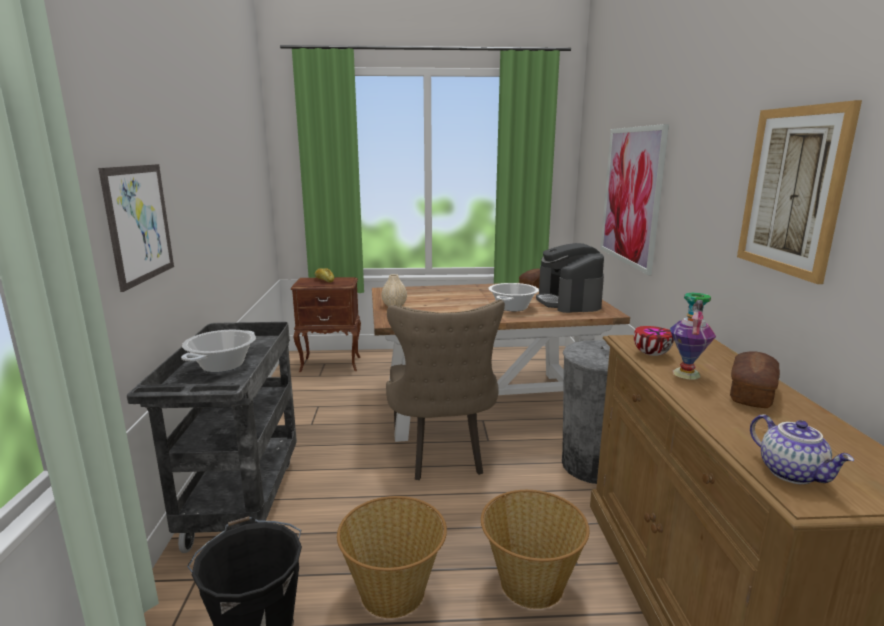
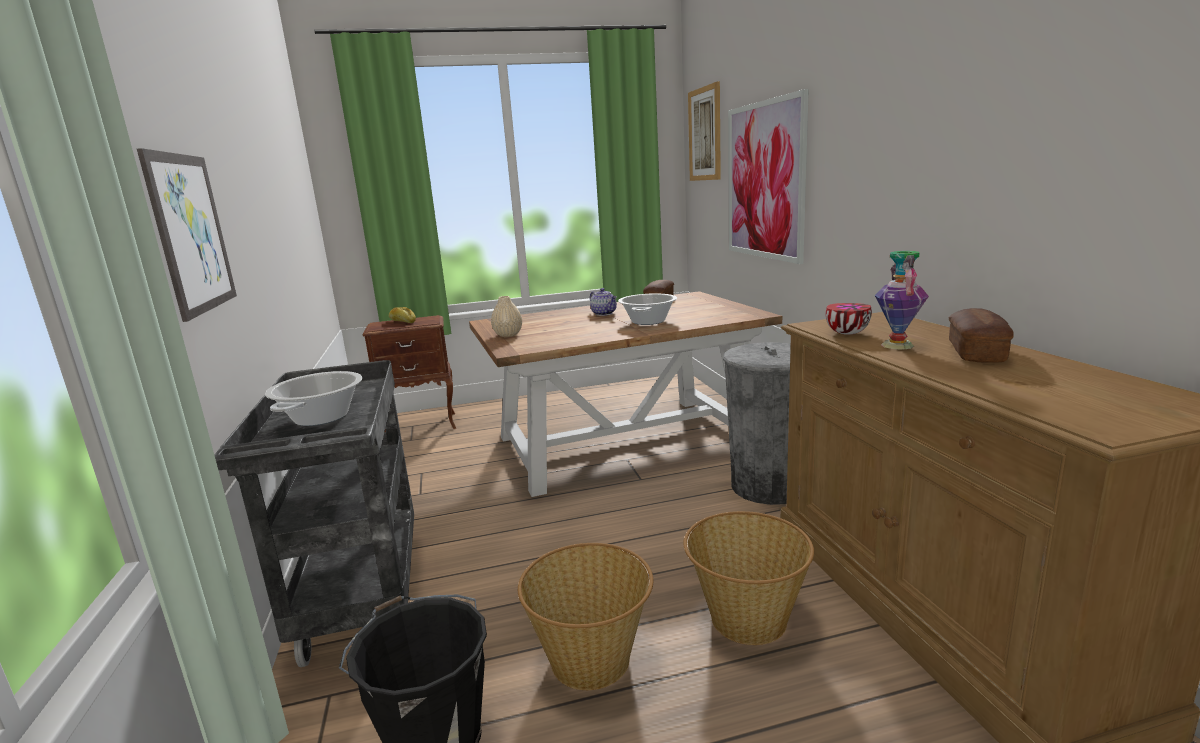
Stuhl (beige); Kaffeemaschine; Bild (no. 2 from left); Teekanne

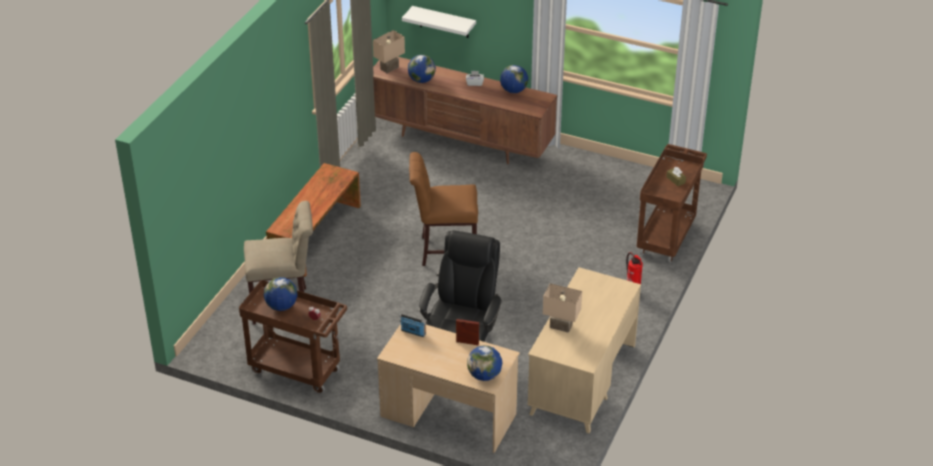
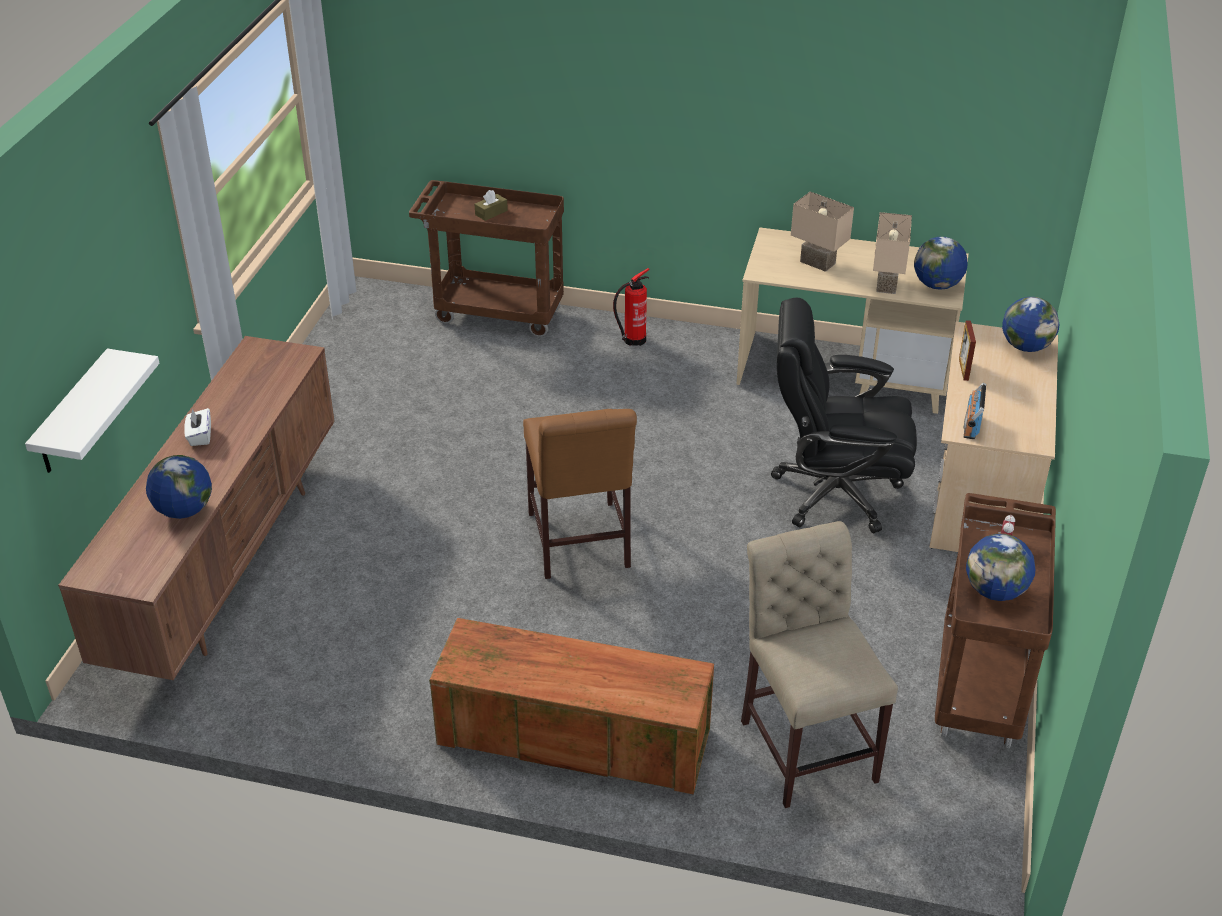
Tischlampe (beige) (no. 1 from left); Globus (no. 2 from left)

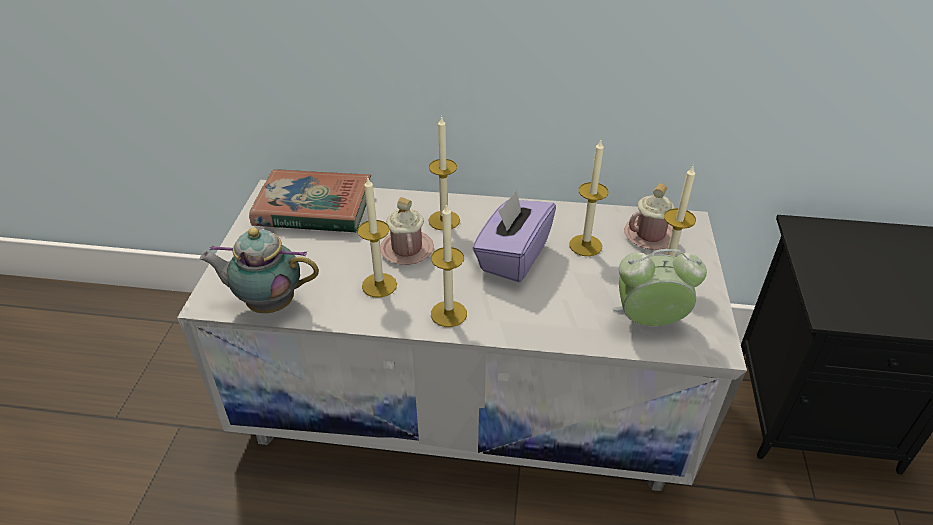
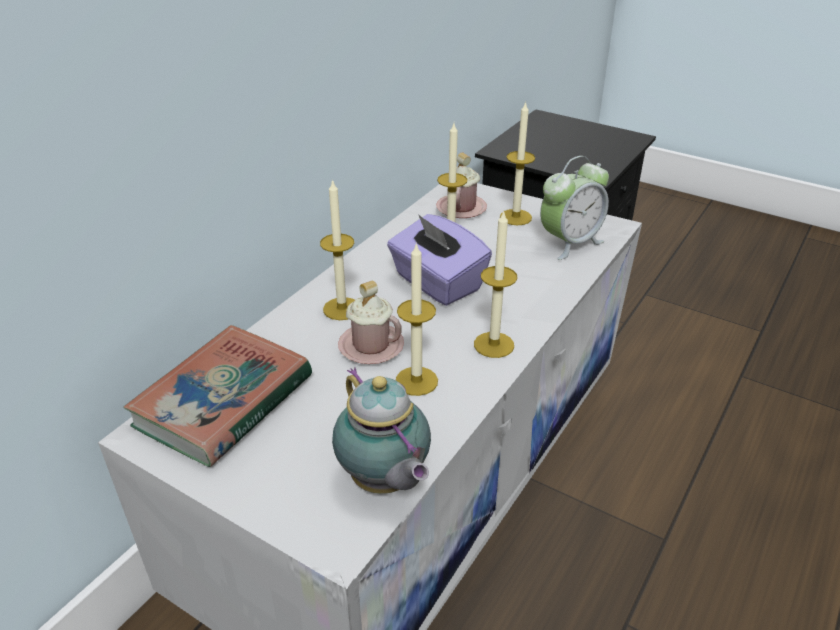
Teekanne; Wecker

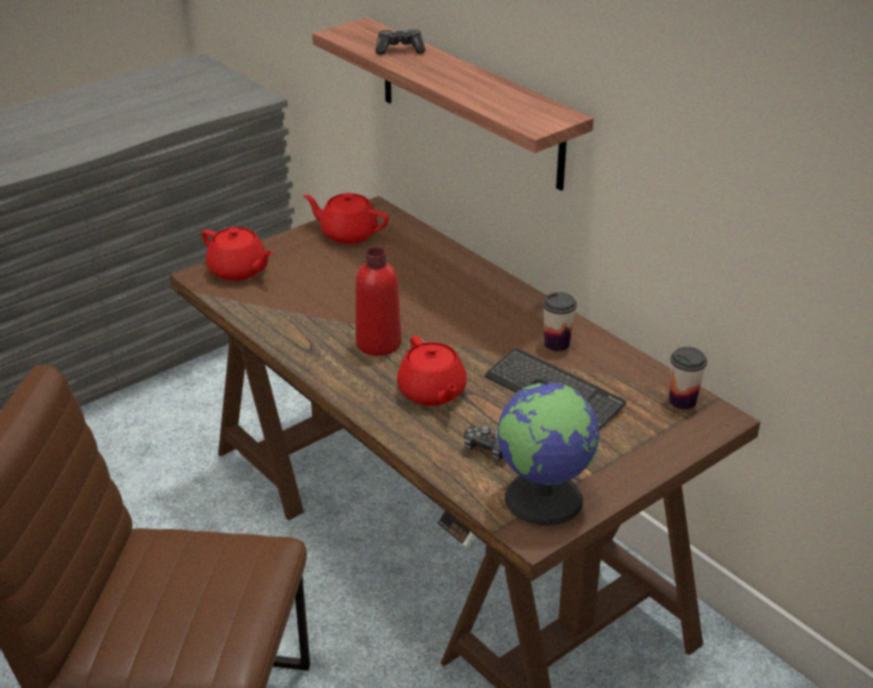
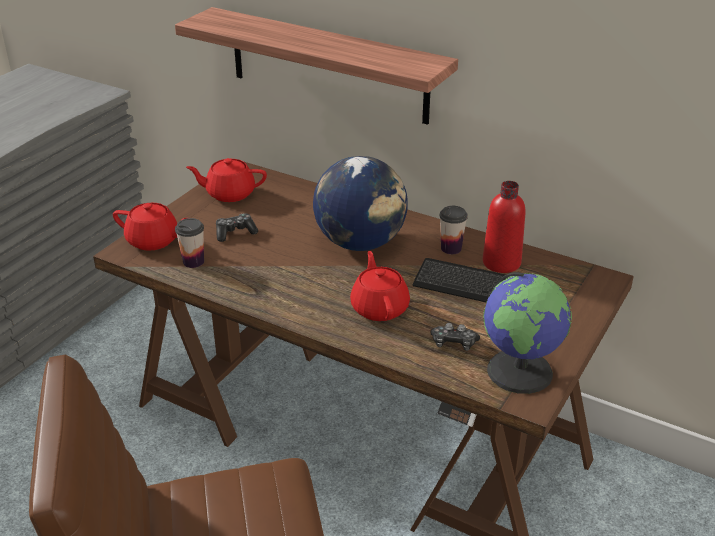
Flasche (rot); Gamepad (no. 1 from left); Teekanne (rot) (no. 3 from left); Tasse (no. 1 from left); Globus (no. 1 from left)

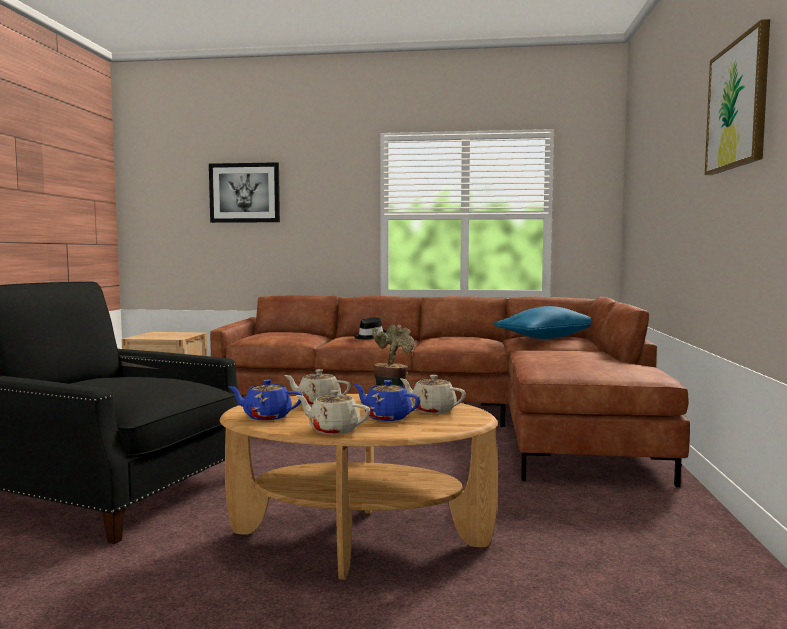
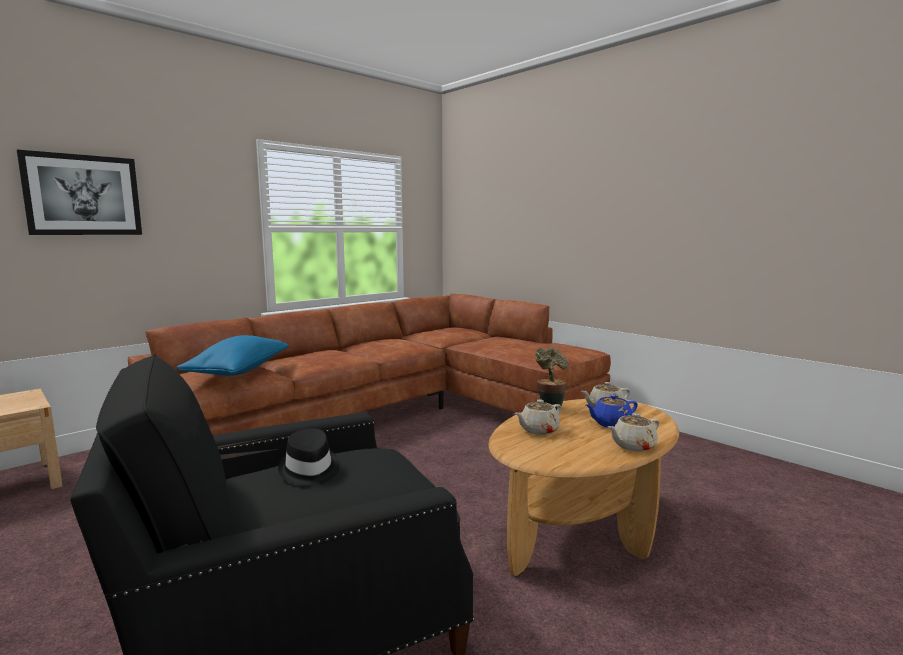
Teekanne (blau) (no. 1 from left in the first image); Hut (schwarz); Kissen (blau); Bild (no. 2 from left in the first image)

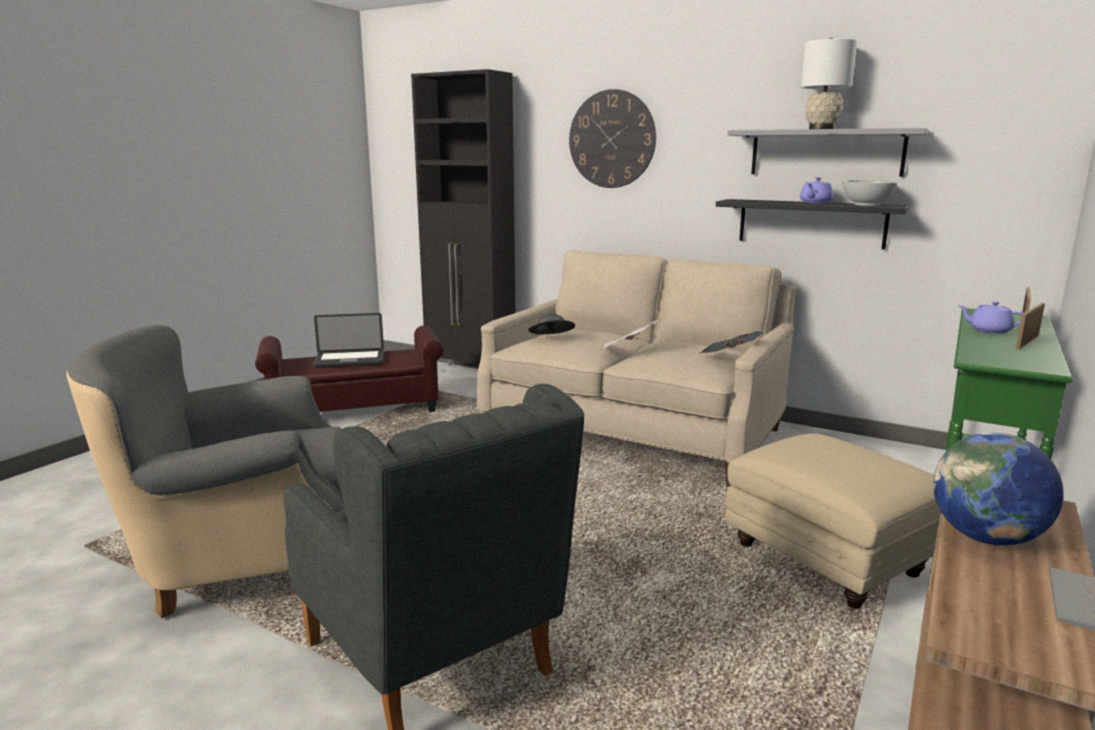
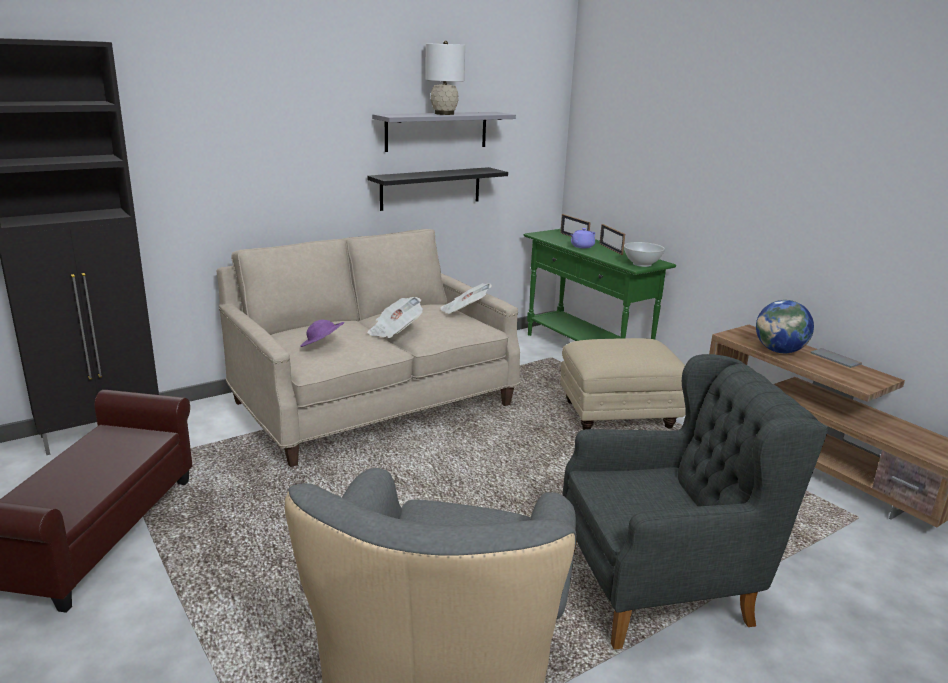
Laptop; Hut (lila); Wanduhr; Teekanne (lila) (no. 1 from left in the first image); Schüssel (weiß)

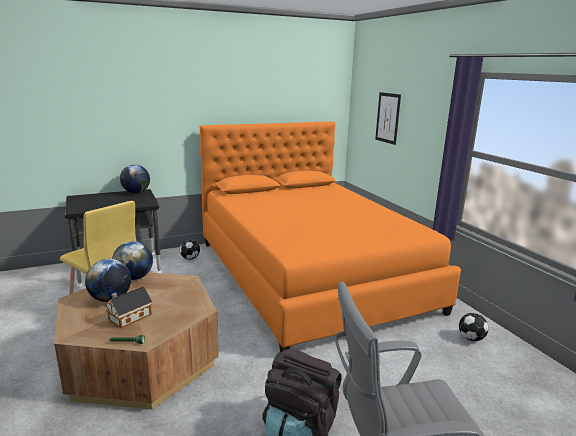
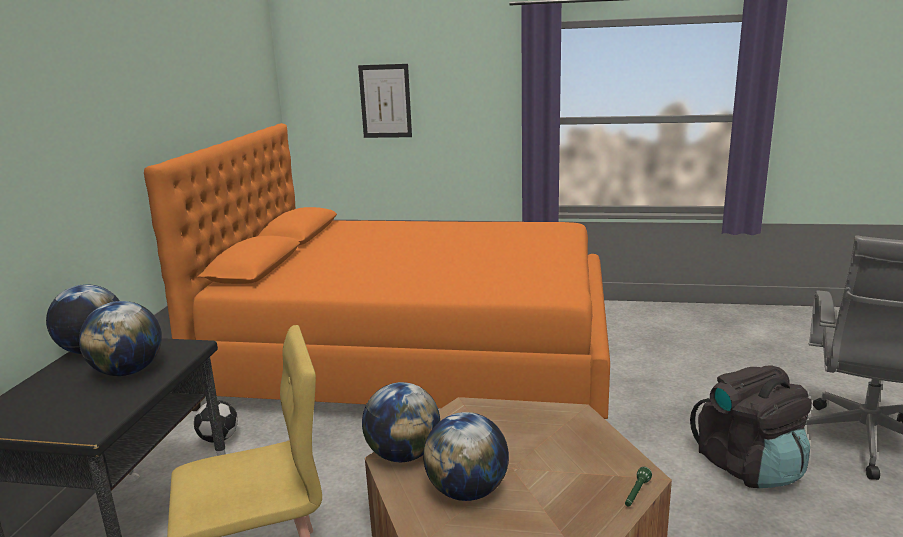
Spielzeughaus; Fußball (no. 2 from left in the first image); Globus (no. 2 from left)

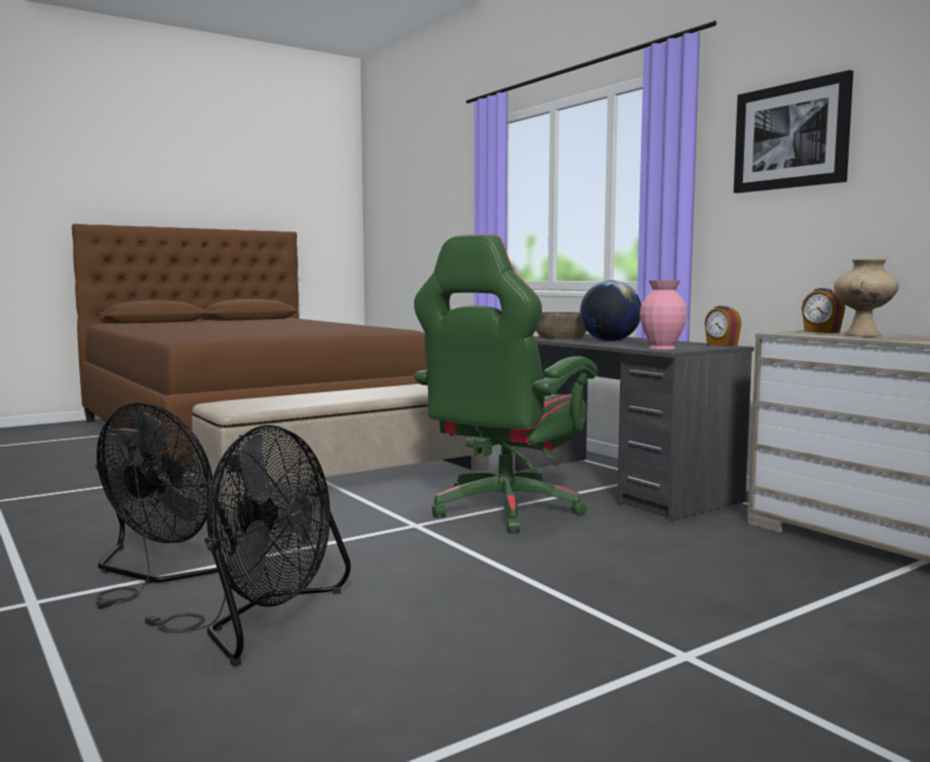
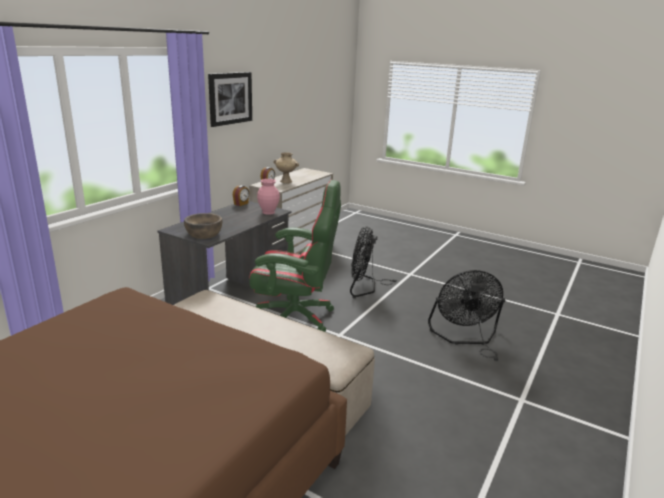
Ventilator (schwarz) (no. 1 from left); Globus

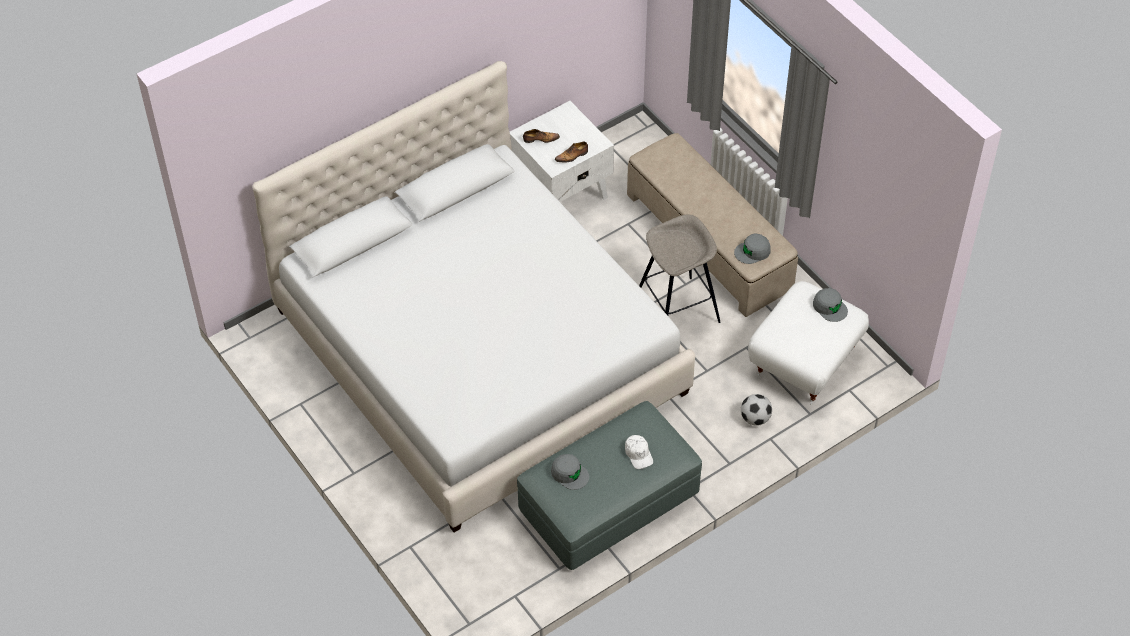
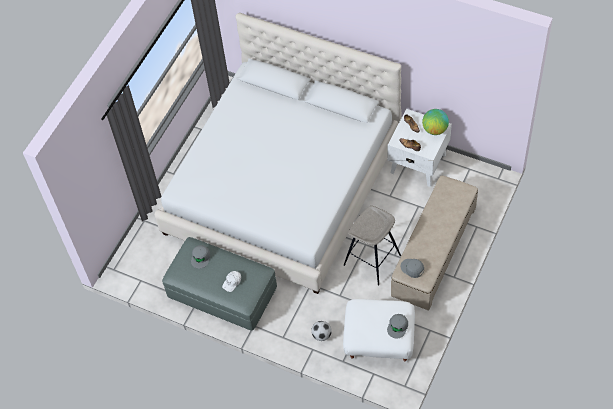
Globus

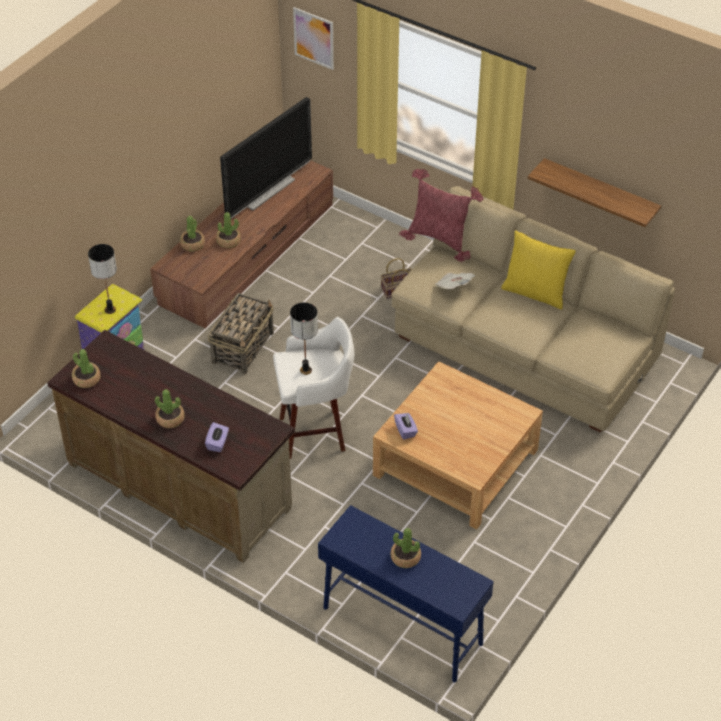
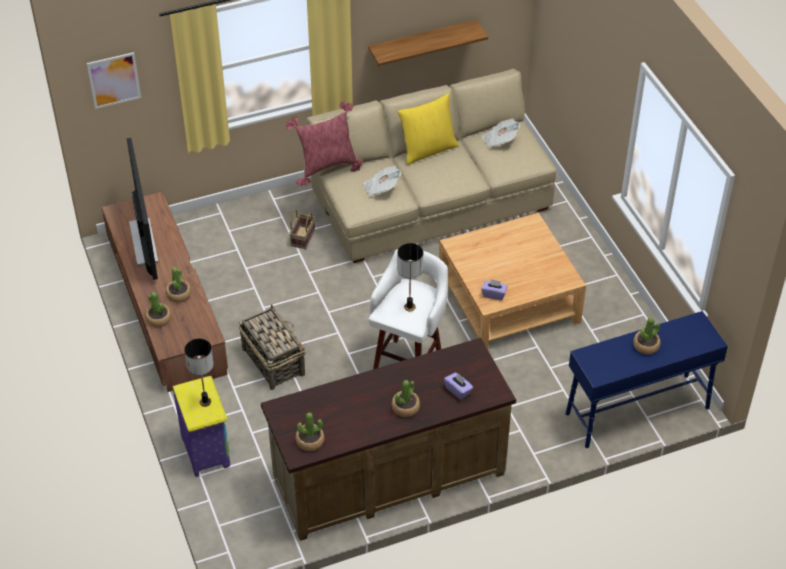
Zeitung (no. 2 from left)

